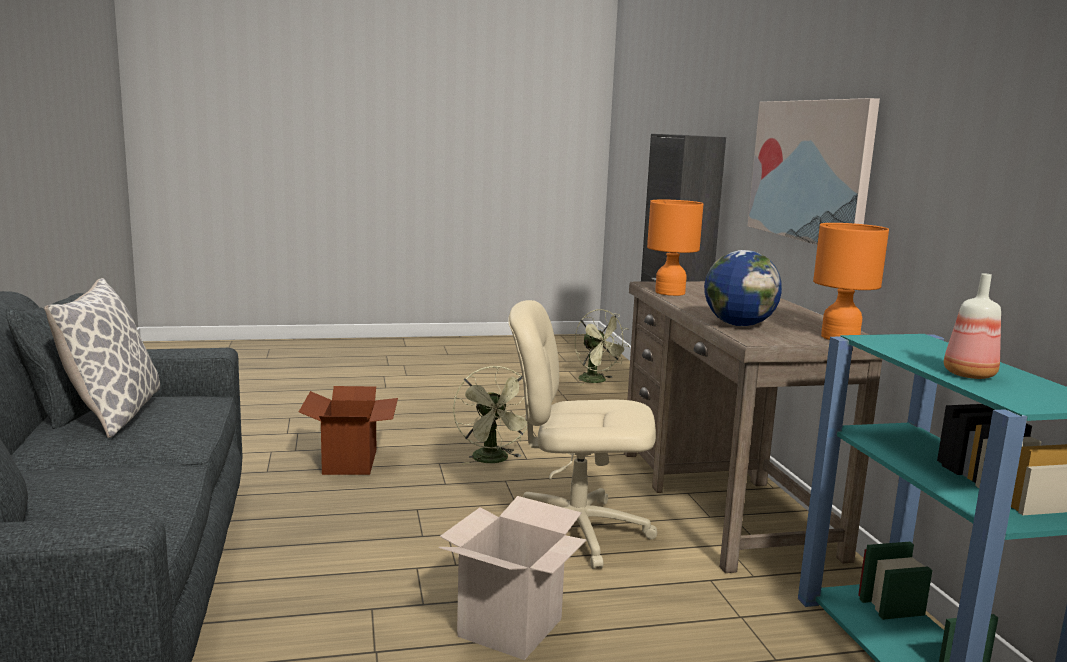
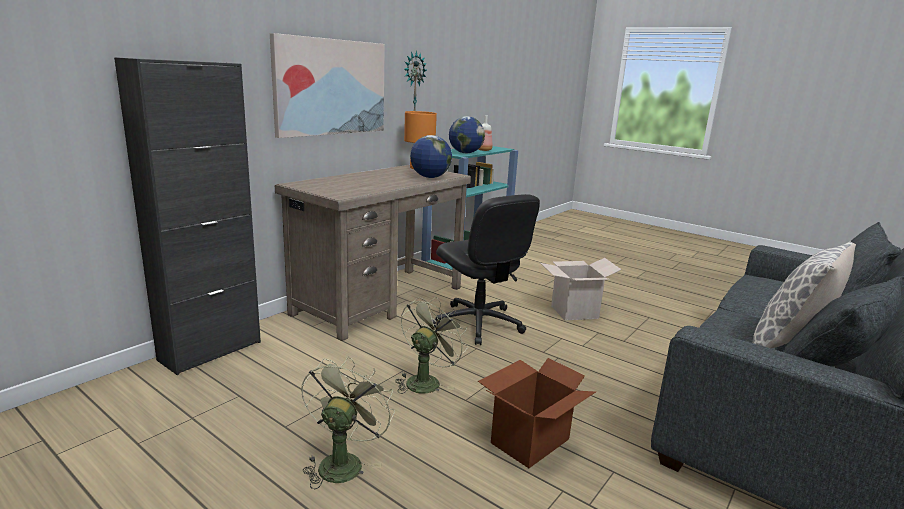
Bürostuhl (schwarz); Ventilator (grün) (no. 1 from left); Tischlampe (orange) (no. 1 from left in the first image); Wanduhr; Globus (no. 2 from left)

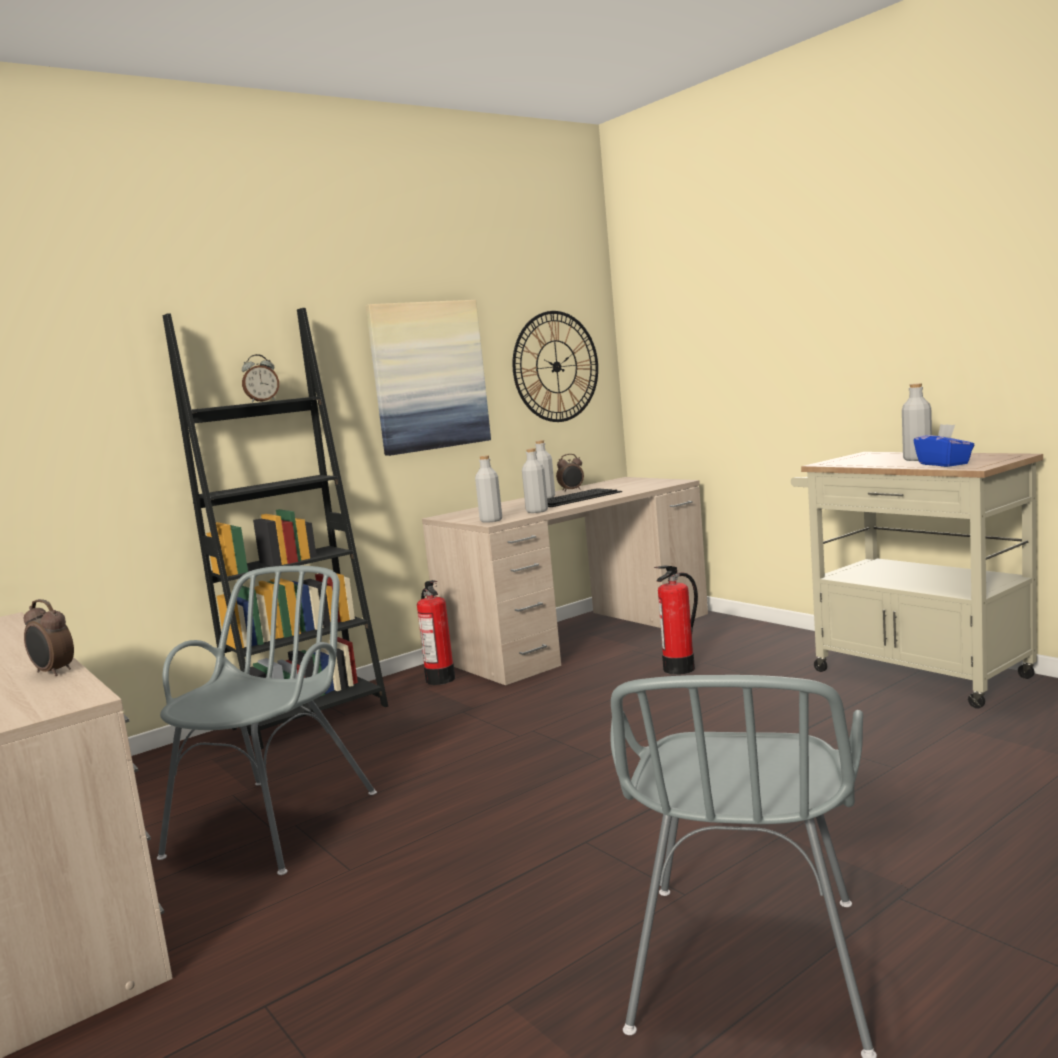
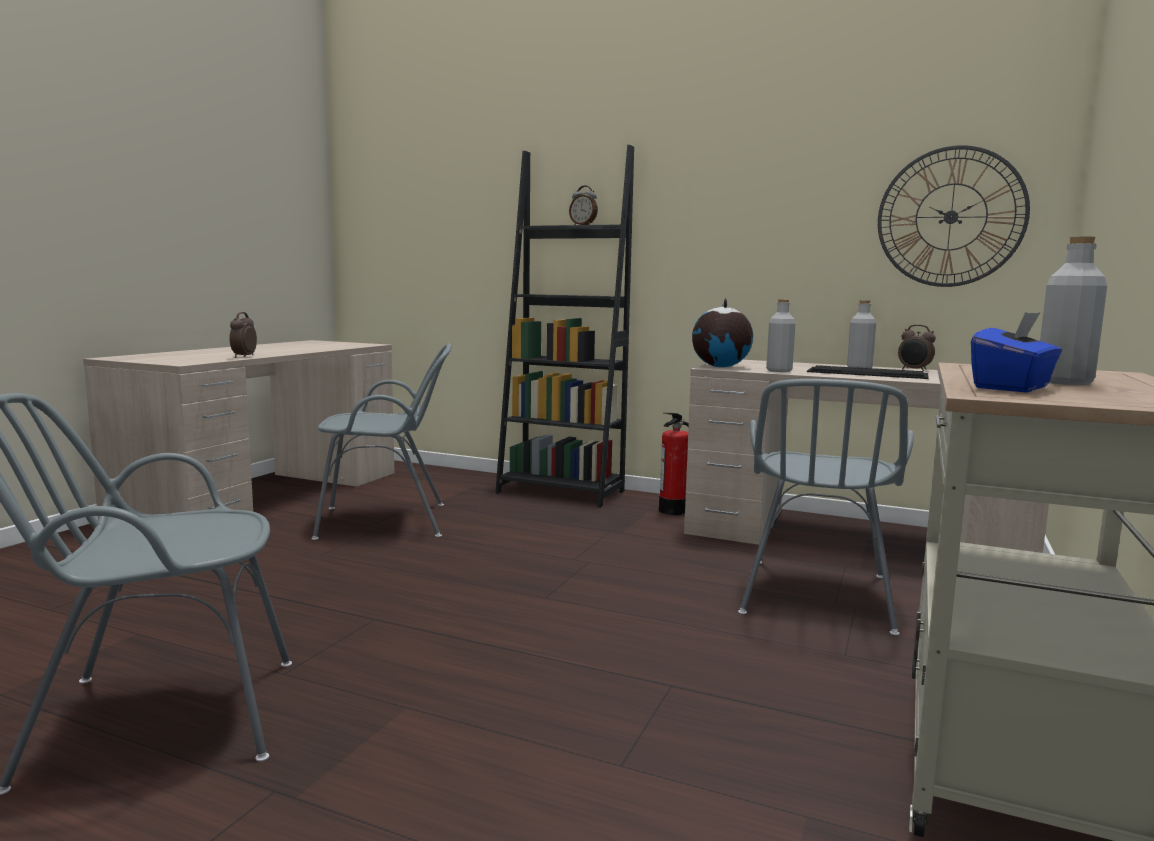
Bild; Globus; Stuhl (grau) (no. 3 from left)

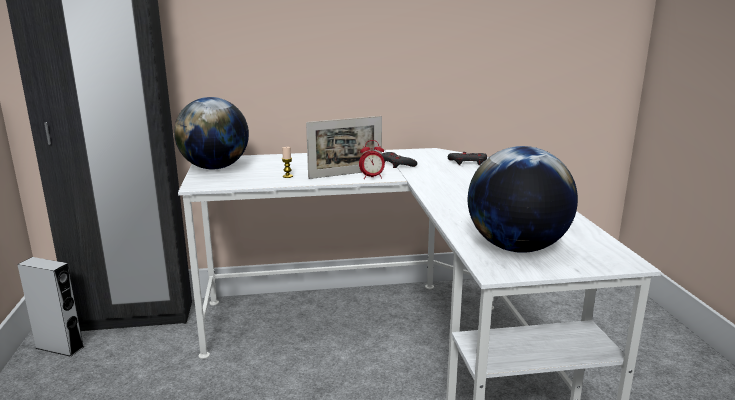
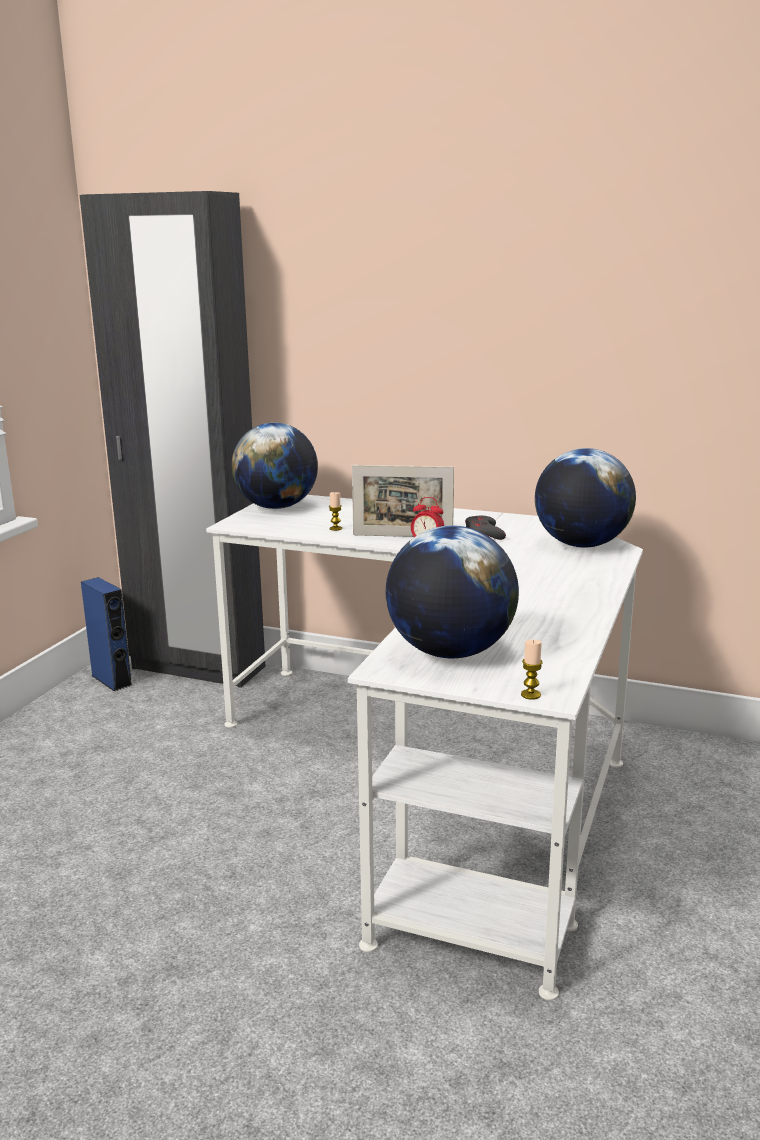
Lautsprecher (blau); Globus (no. 3 from left); Kerze (no. 2 from left)

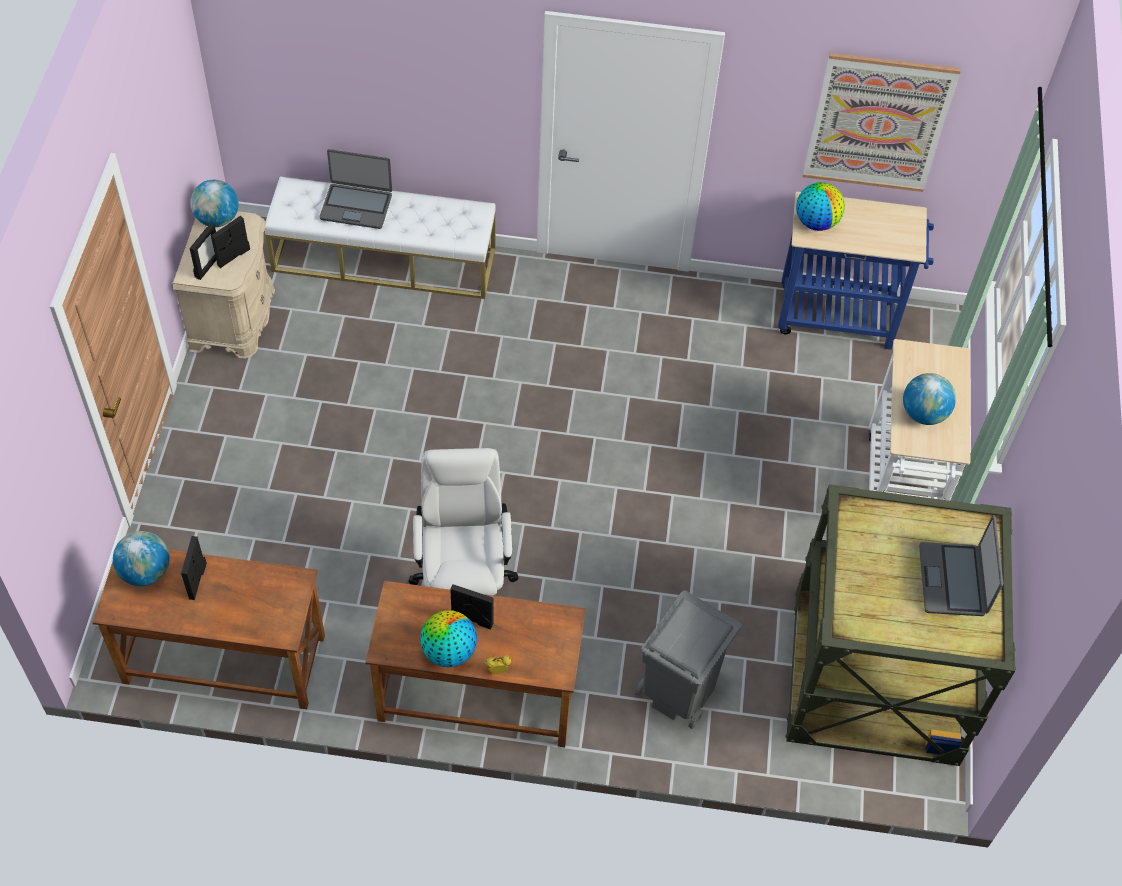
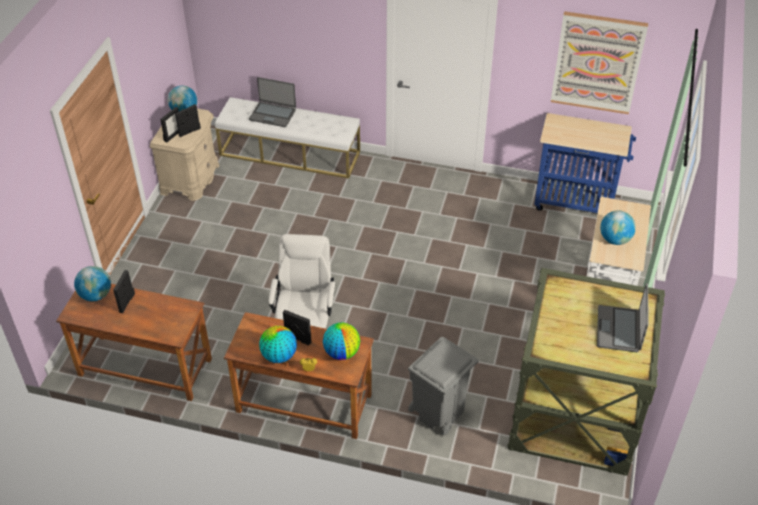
Globus (no. 4 from left)

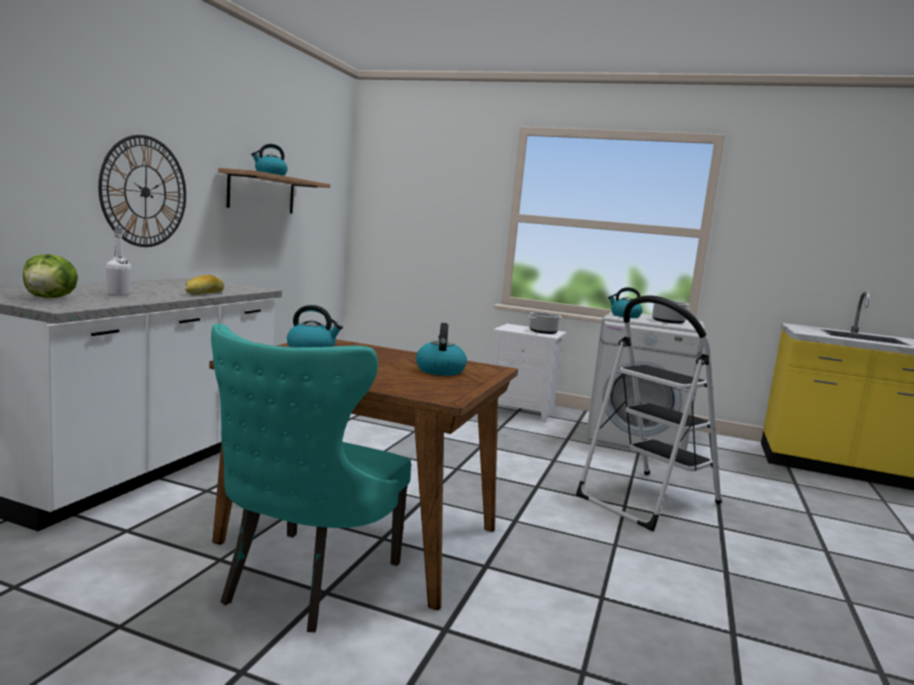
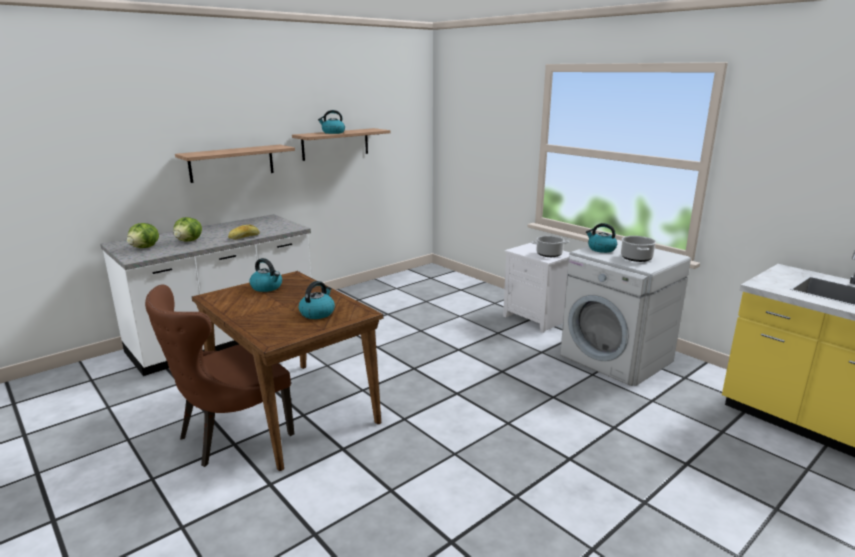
Wandregal (no. 1 from left); Salatkopf (no. 2 from left); Stuhl (braun); Trittleiter

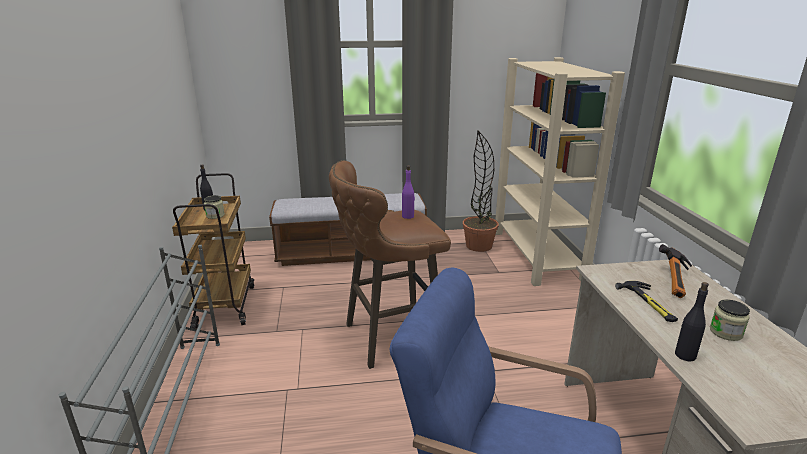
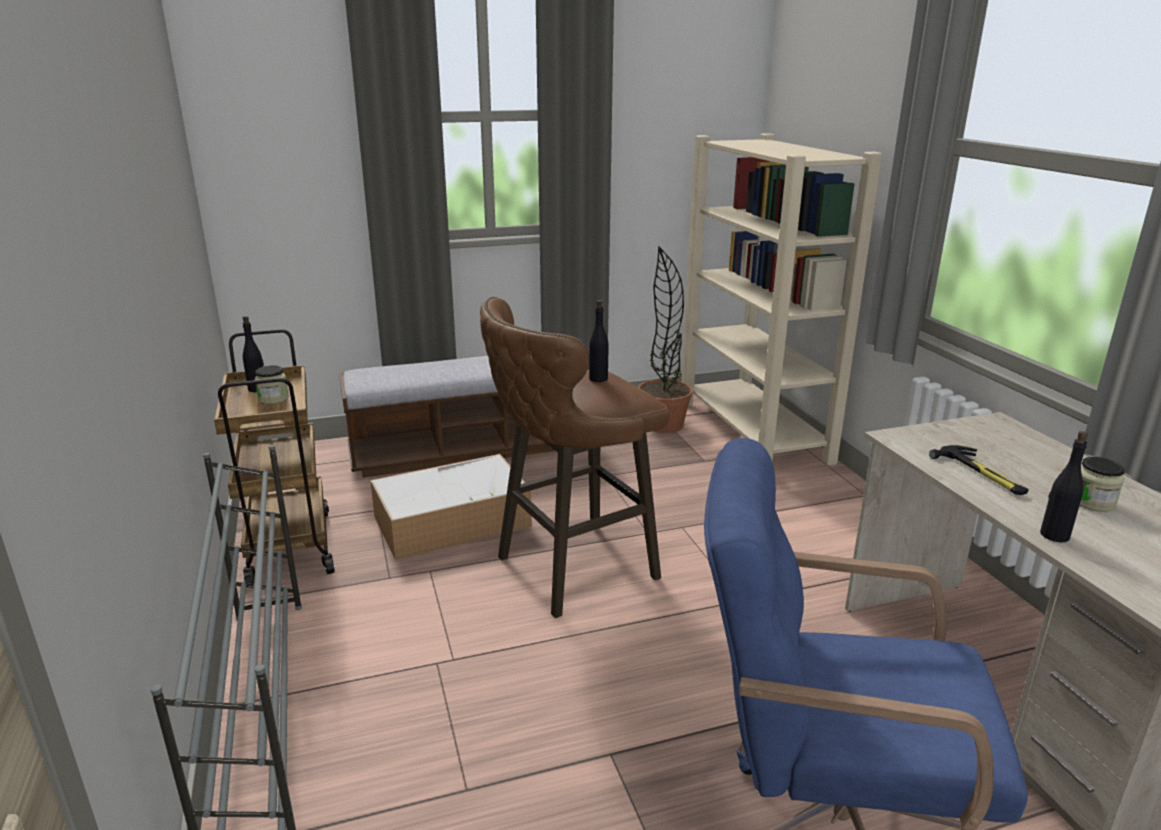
Flasche (schwarz) (no. 2 from left); Hammer (no. 2 from left in the first image); Aufbewahrungsbox

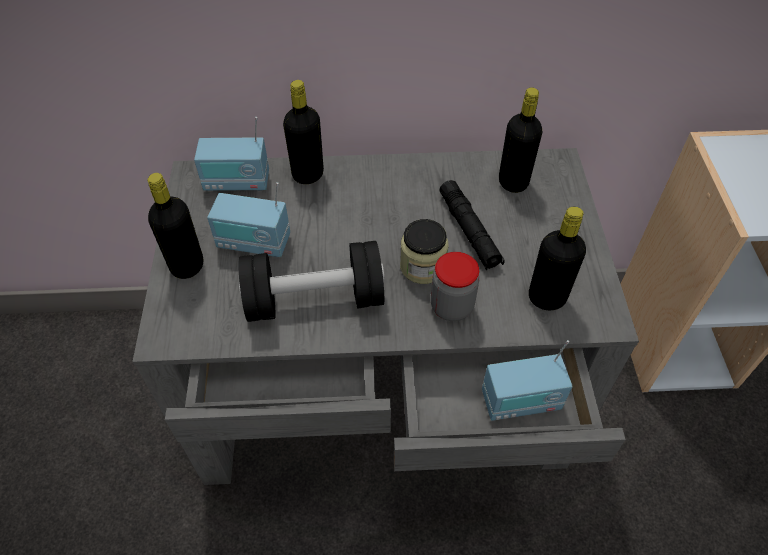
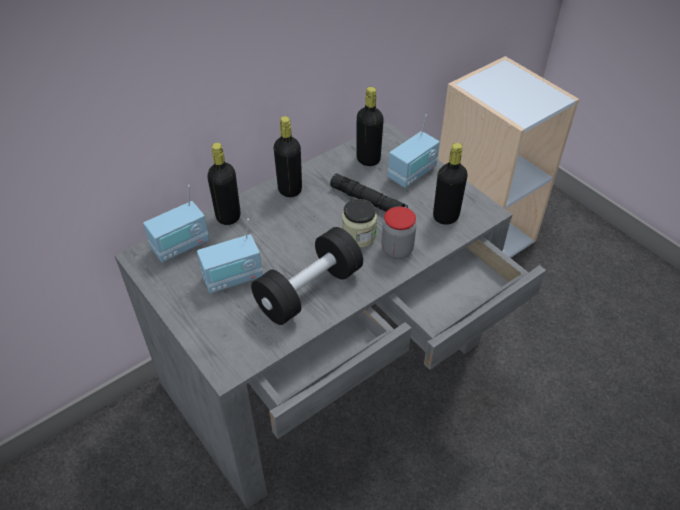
Flasche (schwarz) (no. 2 from left); Radio (no. 3 from left)

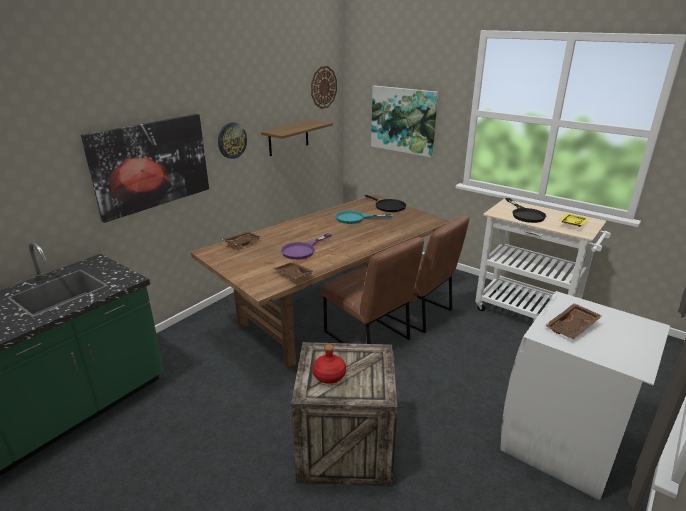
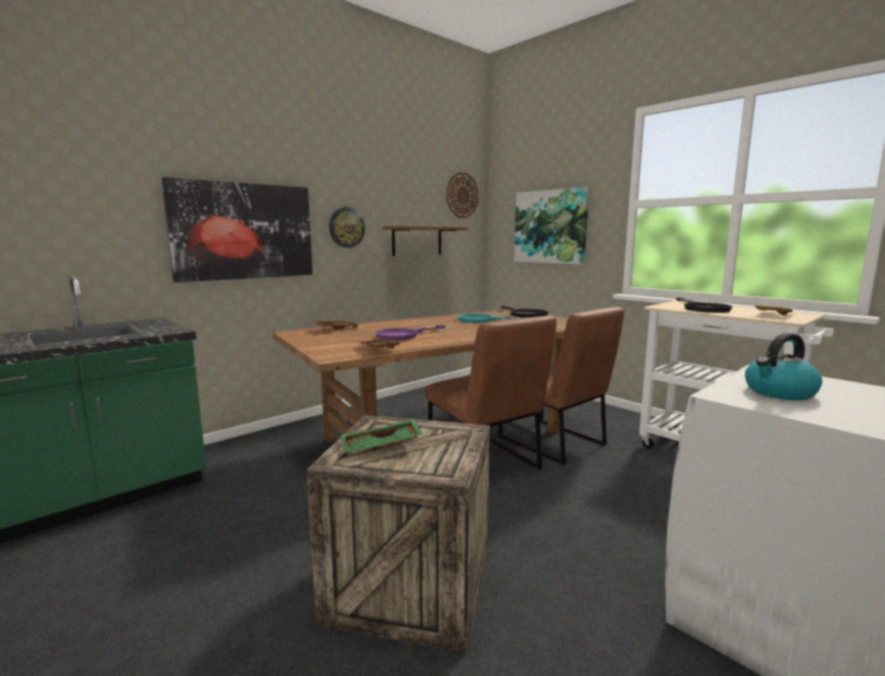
Tablett (grün); Wasserkessel

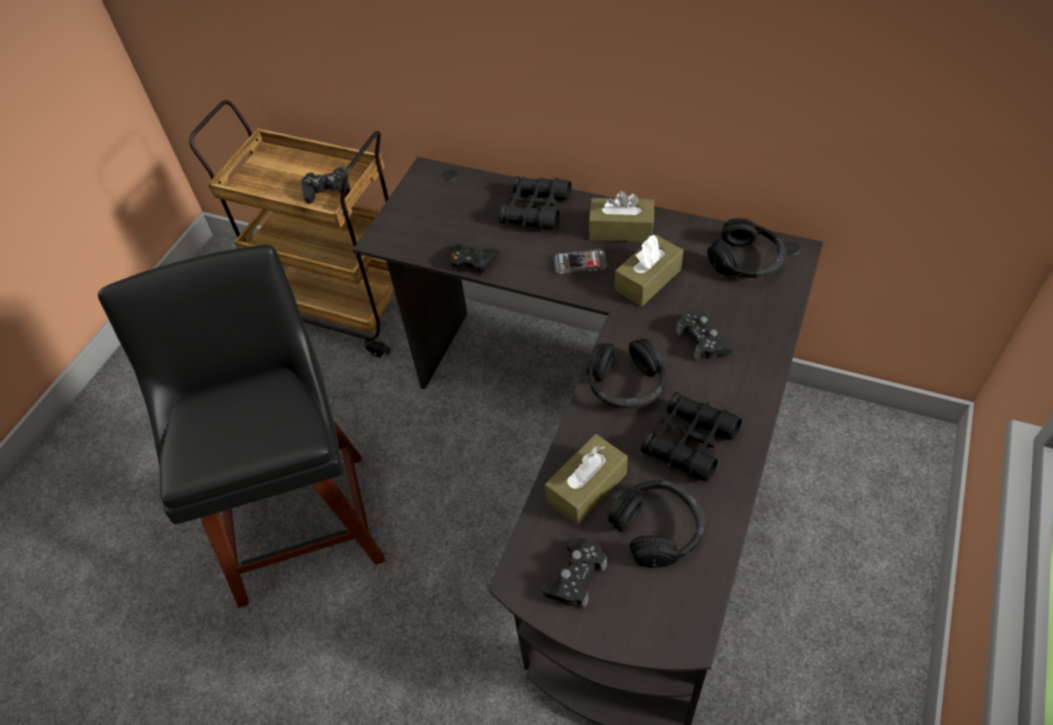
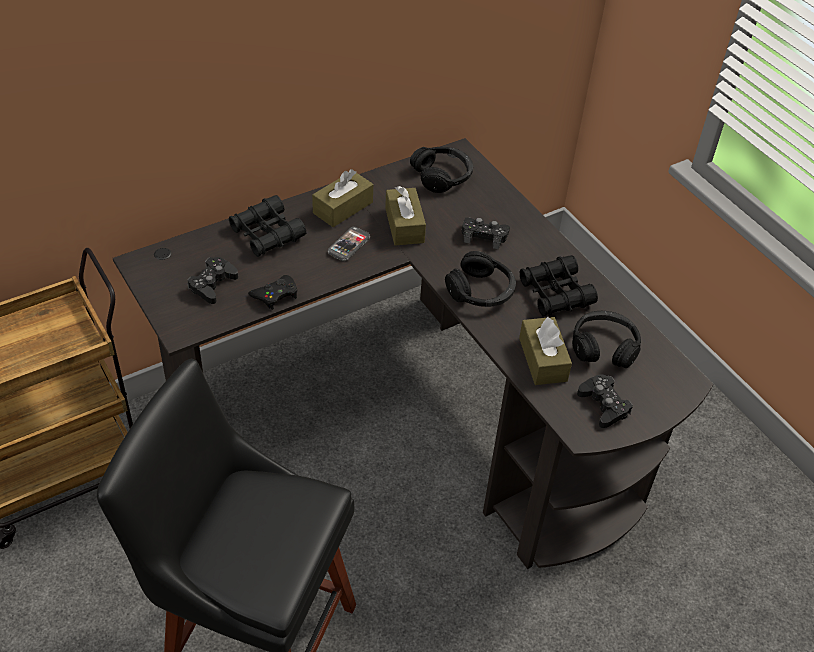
Gamepad (schwarz) (no. 1 from left)

